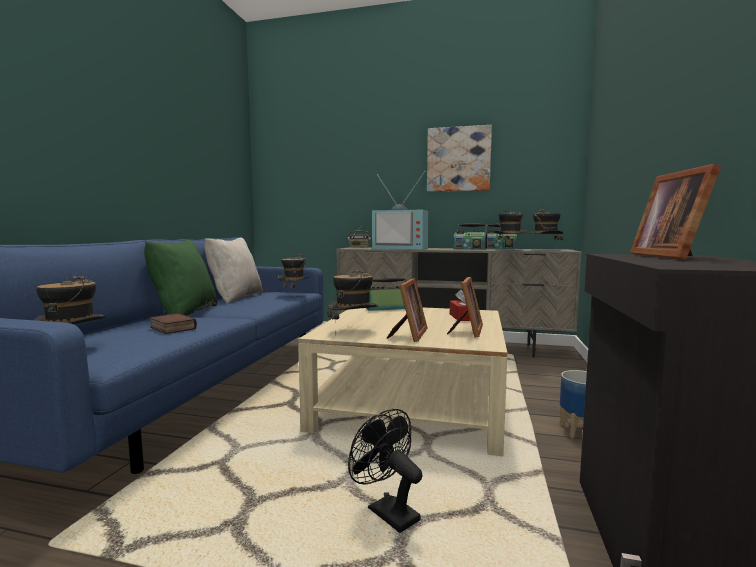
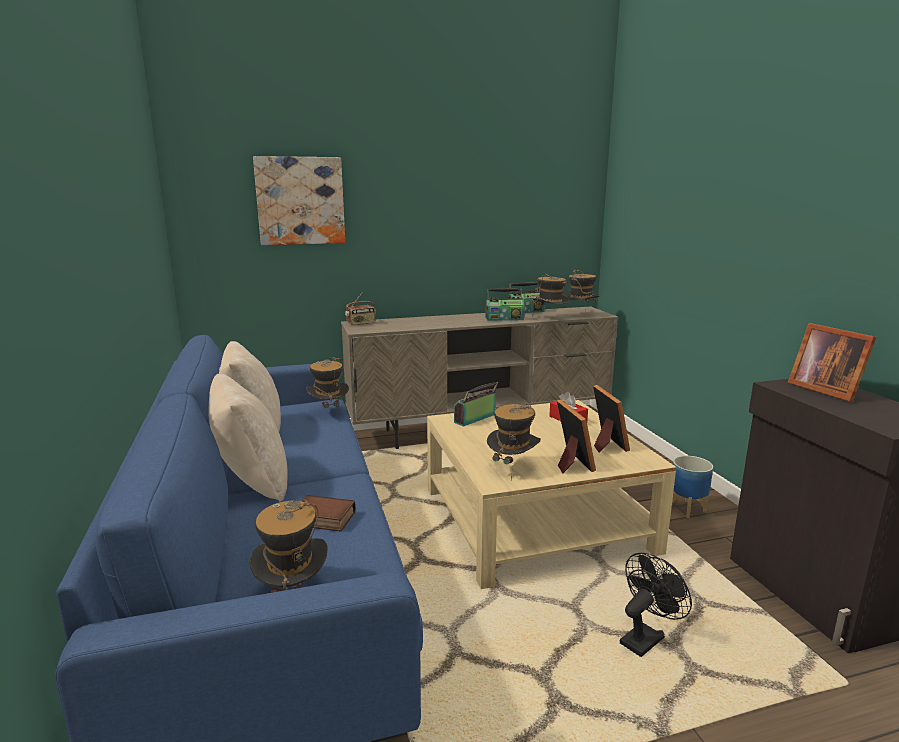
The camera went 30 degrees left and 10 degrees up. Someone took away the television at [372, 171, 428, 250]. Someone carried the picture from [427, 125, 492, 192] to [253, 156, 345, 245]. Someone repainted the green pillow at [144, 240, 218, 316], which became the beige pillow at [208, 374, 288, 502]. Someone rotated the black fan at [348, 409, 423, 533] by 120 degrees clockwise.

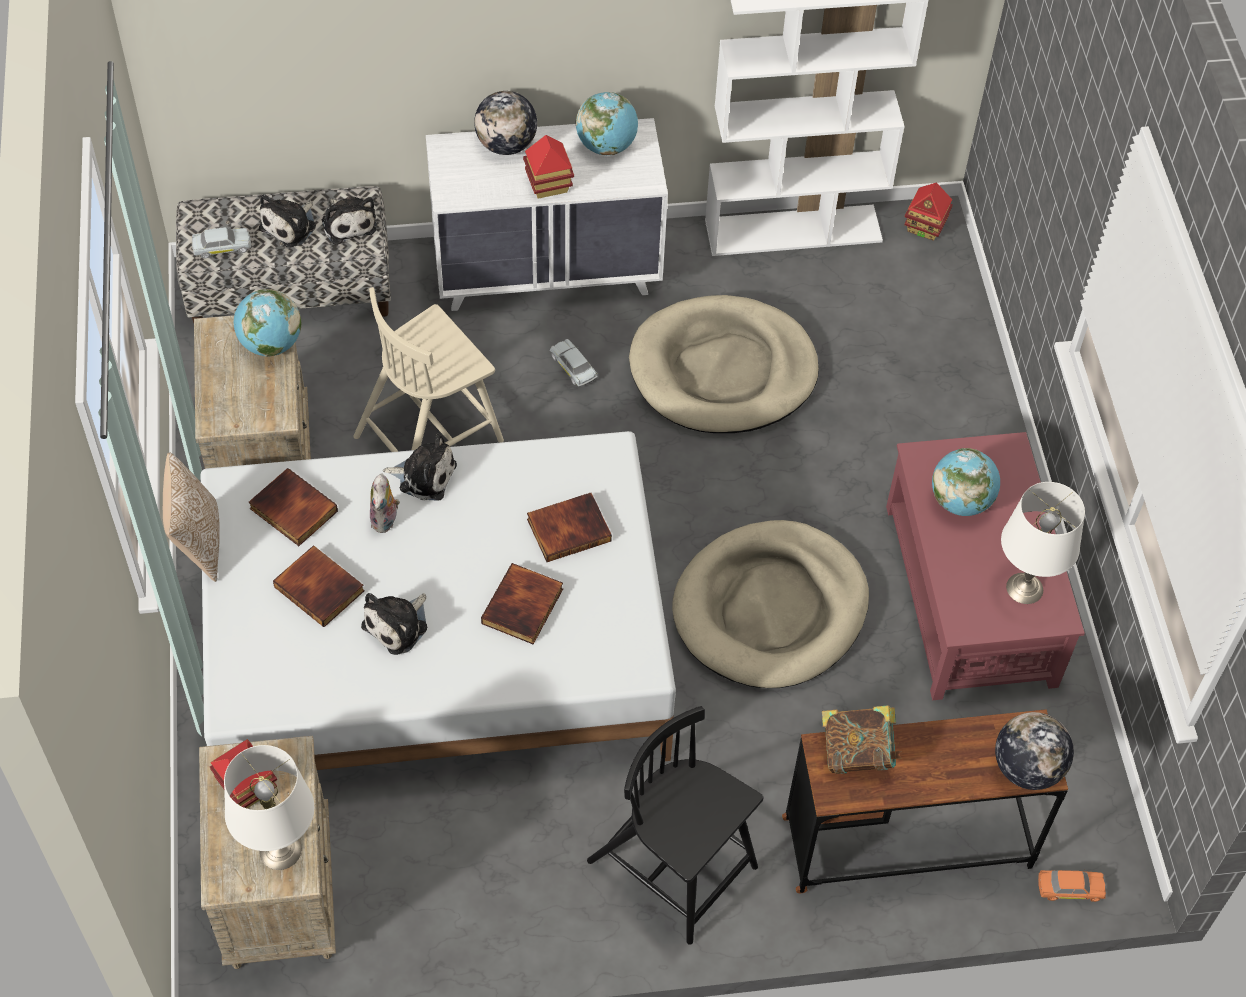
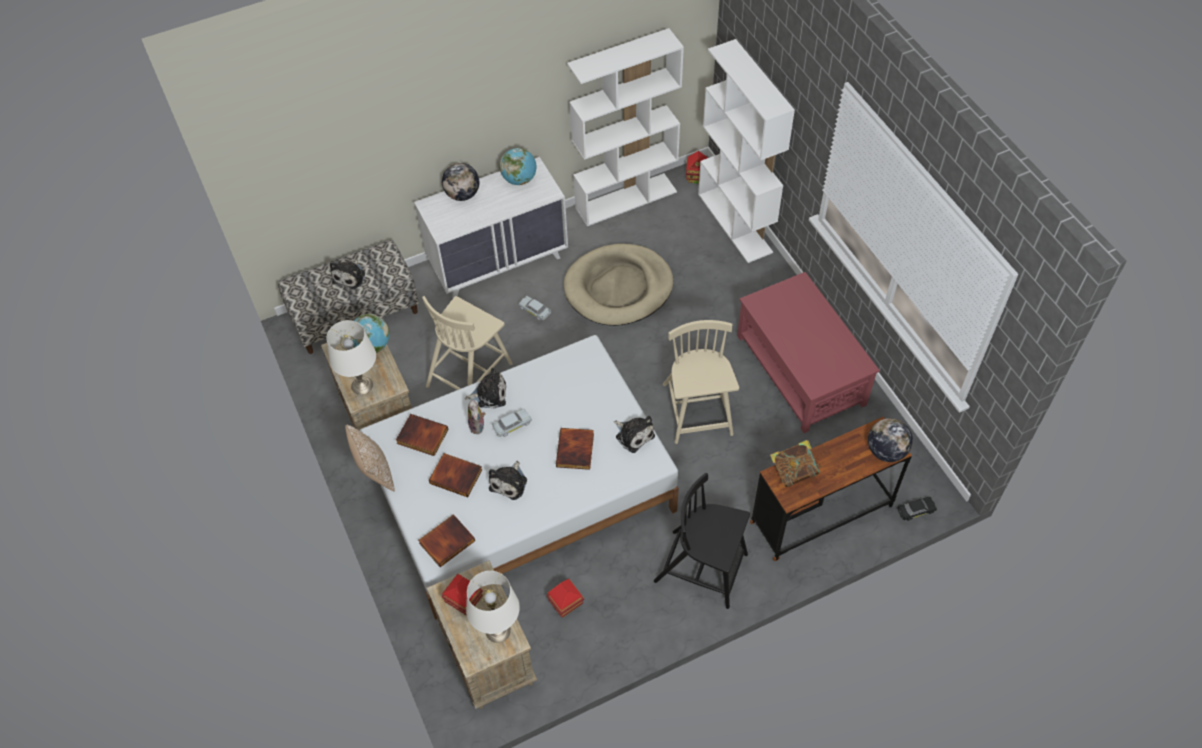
The camera went 15 degrees left and 0 degrees up. Someone took away the globe at [932, 448, 1000, 516]. Someone put down the white bookcase at [698, 39, 795, 263]. Someone carried the white toy car from [192, 227, 251, 258] to [492, 409, 532, 437]. Someone carried the plush toy from [322, 197, 377, 245] to [614, 416, 655, 453]. Someone carried the toy house from [523, 135, 574, 199] to [547, 579, 584, 618]. Someone carried the book from [527, 493, 612, 562] to [418, 514, 475, 567]. Someone carried the white table lamp from [1001, 482, 1085, 604] to [327, 320, 376, 395]. Someone swapped the beige dog bed at [672, 520, 869, 688] for the beige chair at [663, 320, 739, 444]. Someone repainted the orange toy car at [1038, 869, 1106, 902], which became the black toy car at [897, 497, 937, 521].

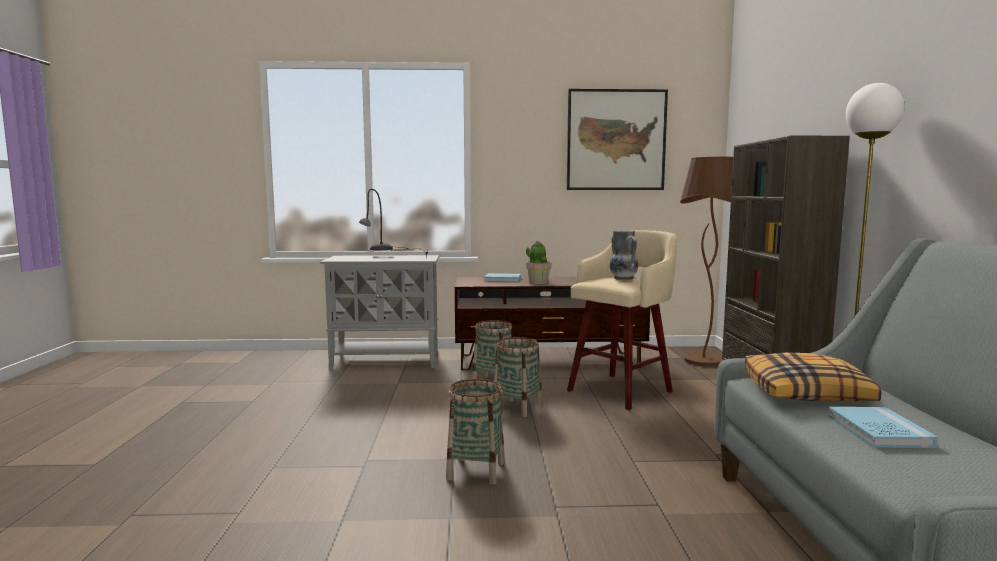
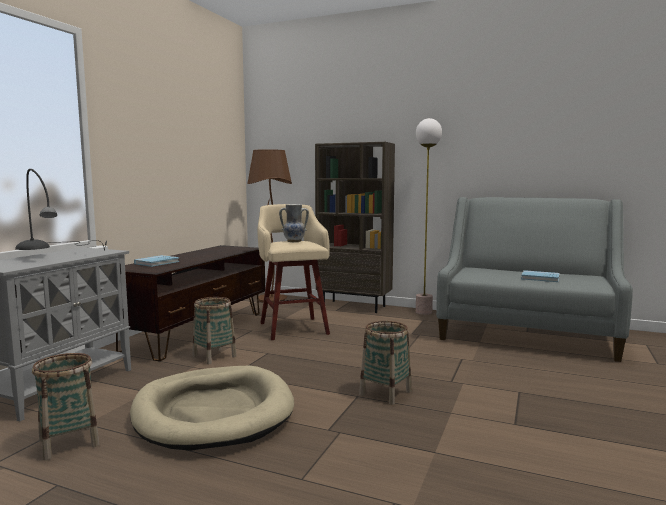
The camera went 65 degrees left and 0 degrees up. Someone took away the potted plant at [526, 241, 551, 284]. Someone took away the picture at [567, 89, 668, 190]. Someone took away the pillow at [745, 352, 881, 401]. Someone put down the beige dog bed at [130, 366, 294, 451]. Someone carried the basket from [494, 337, 542, 417] to [32, 353, 99, 461].

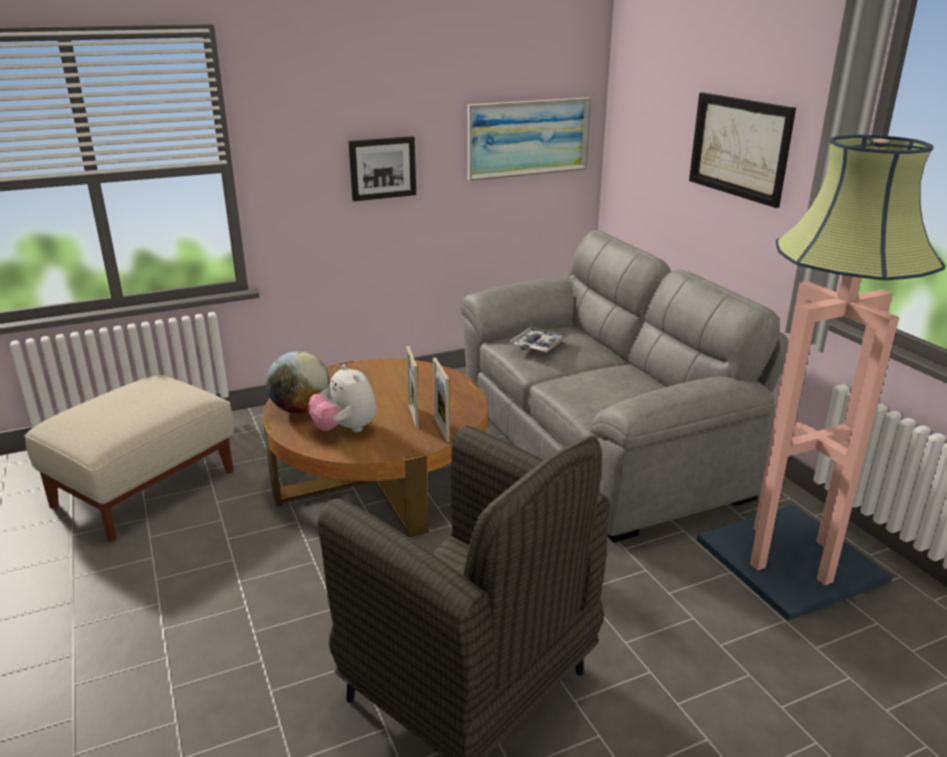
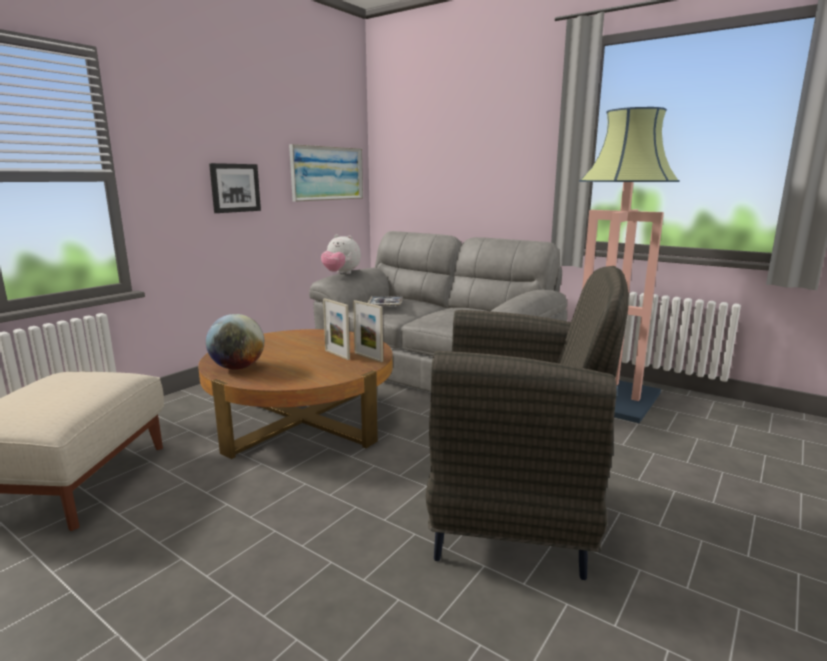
The camera went 30 degrees left and 10 degrees down. Someone took away the picture at [689, 92, 796, 208]. Someone carried the plush toy from [308, 364, 376, 432] to [321, 234, 361, 274].

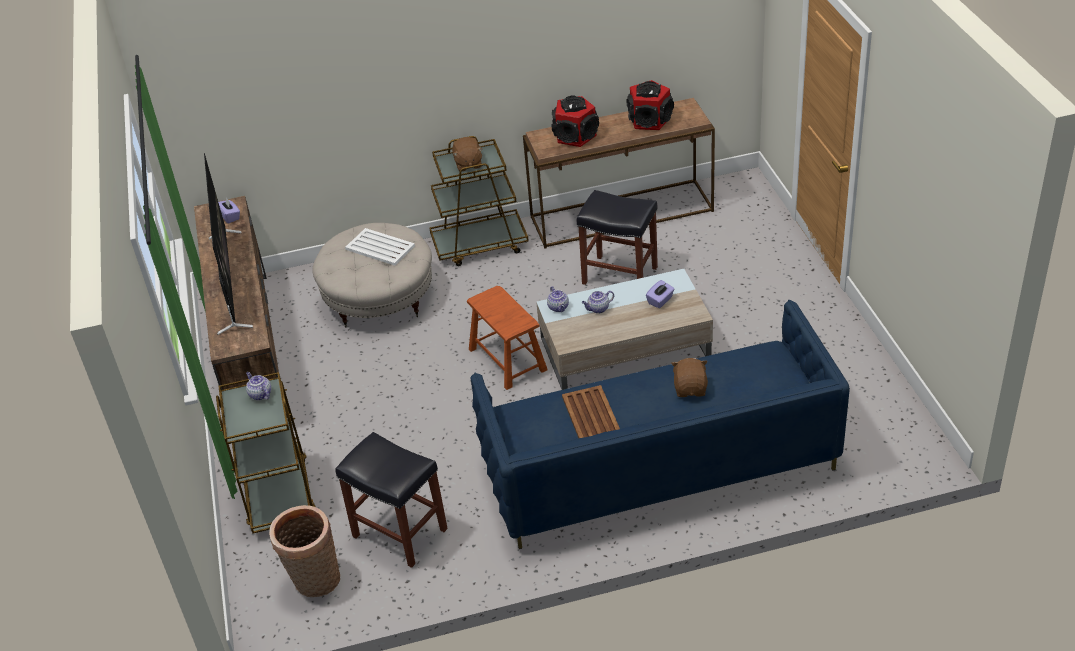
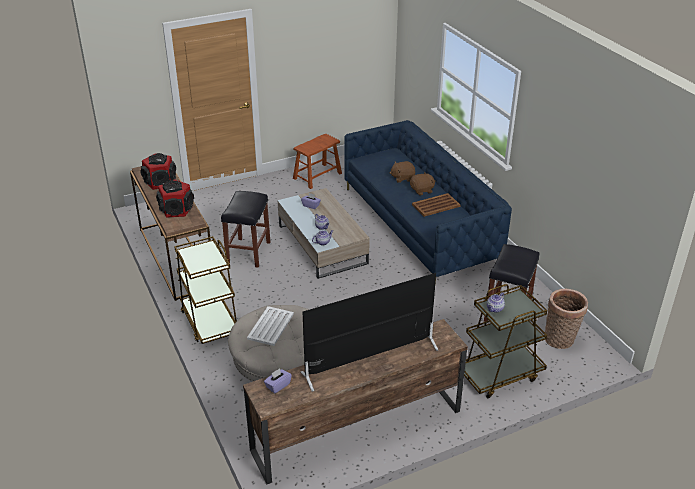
The camera went 105 degrees left and 5 degrees down. Someone carried the brown plush toy from [452, 137, 483, 171] to [410, 172, 435, 196]. Someone carried the brown stool from [467, 286, 548, 390] to [293, 134, 342, 189].

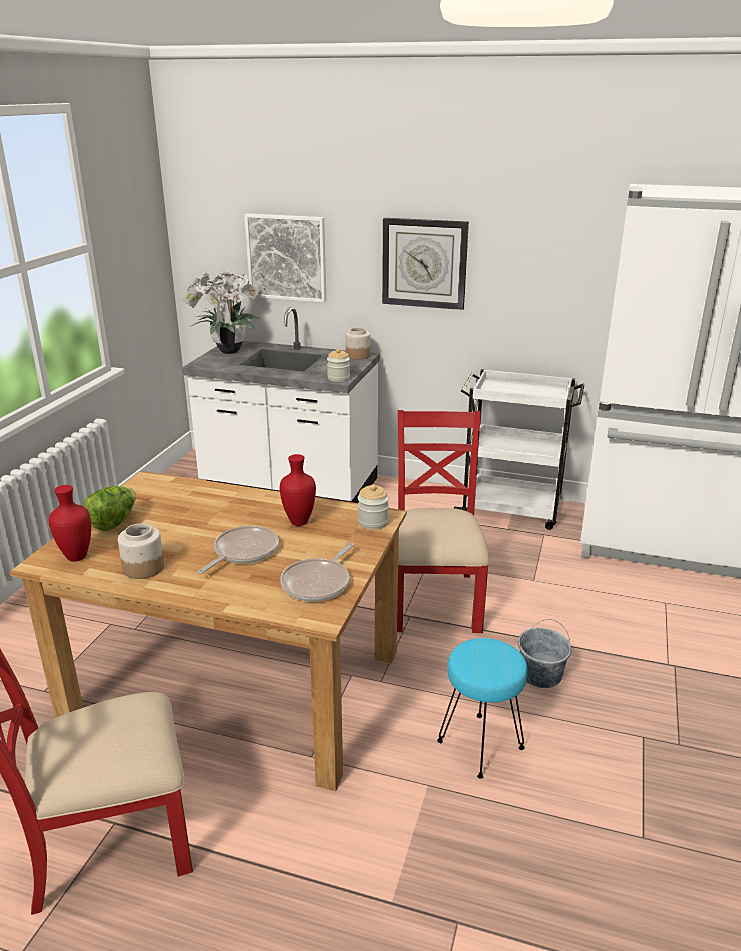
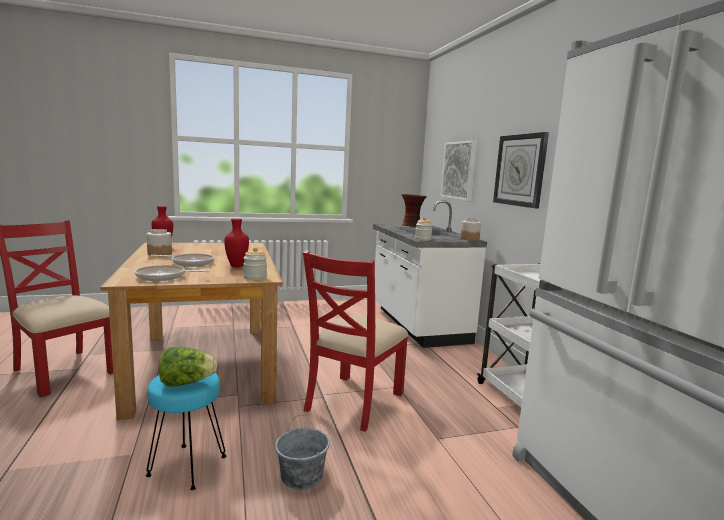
The camera went 55 degrees right and 15 degrees down. Someone carried the lettuce from [83, 486, 136, 531] to [159, 347, 217, 387]. Someone swapped the potted plant at [182, 271, 260, 354] for the vase at [401, 194, 427, 227]. Someone rotated the red chair at [397, 410, 490, 633] by 150 degrees clockwise.

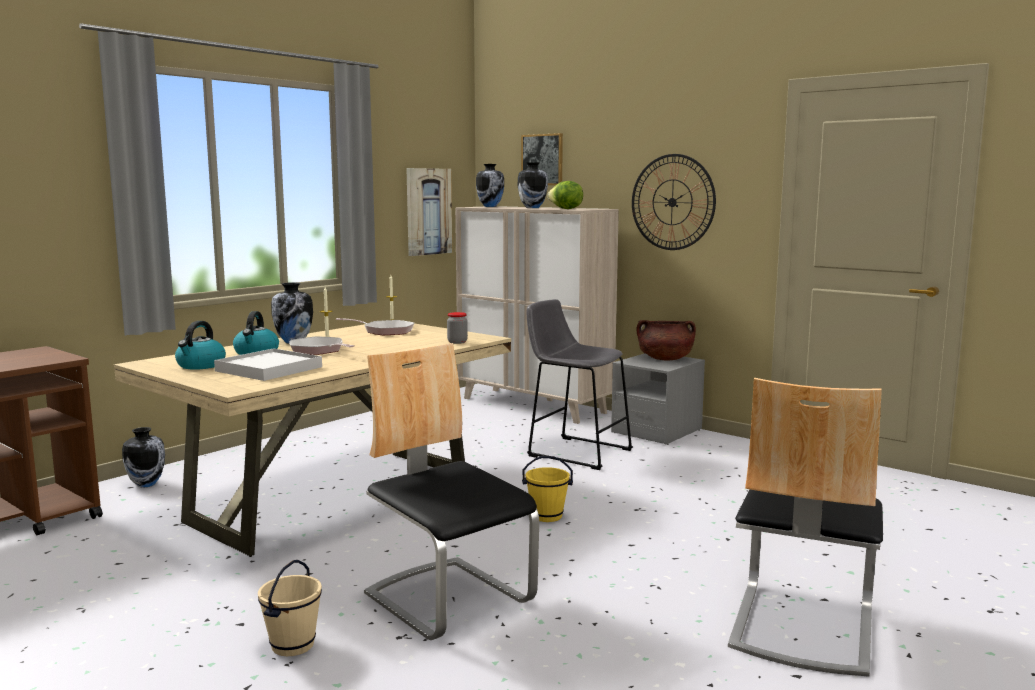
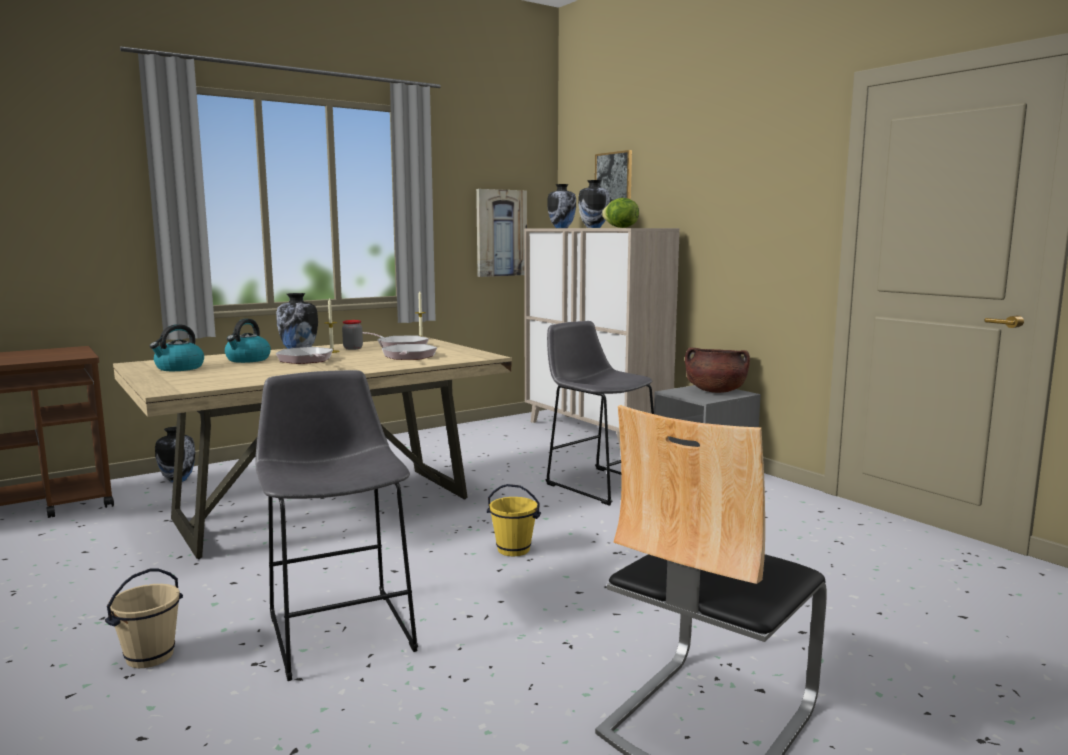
The camera went 15 degrees right and 0 degrees up. Someone took away the white tray at [214, 348, 322, 381]. Someone took away the wall clock at [632, 154, 716, 250]. Someone put down the frying pan at [382, 344, 437, 360]. Someone carried the jar from [447, 312, 468, 344] to [342, 320, 363, 350]. Someone swapped the chair at [364, 343, 539, 640] for the grey stool at [255, 370, 418, 681].

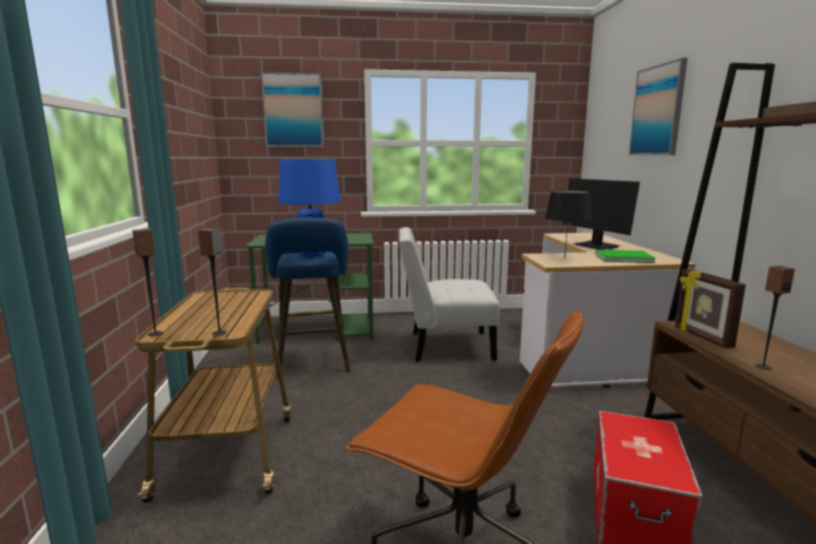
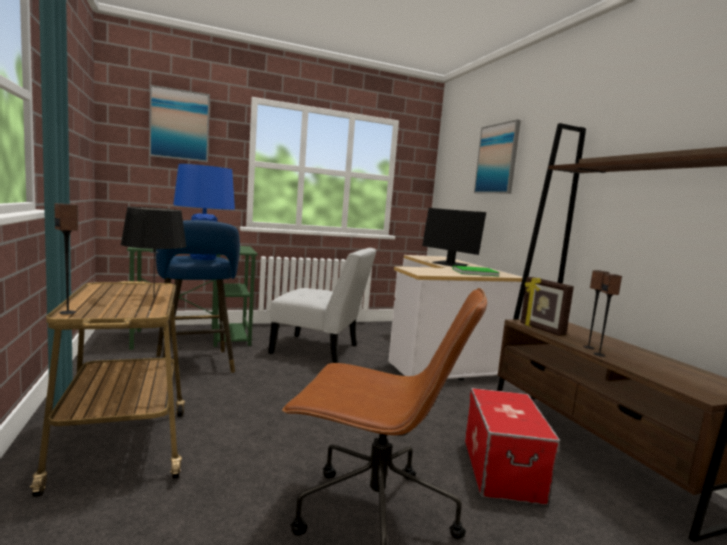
The camera went 15 degrees left and 5 degrees down. Someone carried the speaker from [198, 228, 227, 336] to [594, 273, 622, 357]. Someone carried the black table lamp from [545, 190, 592, 253] to [121, 207, 187, 298]. Someone rotated the white chair at [399, 227, 500, 361] by 150 degrees counterclockwise.

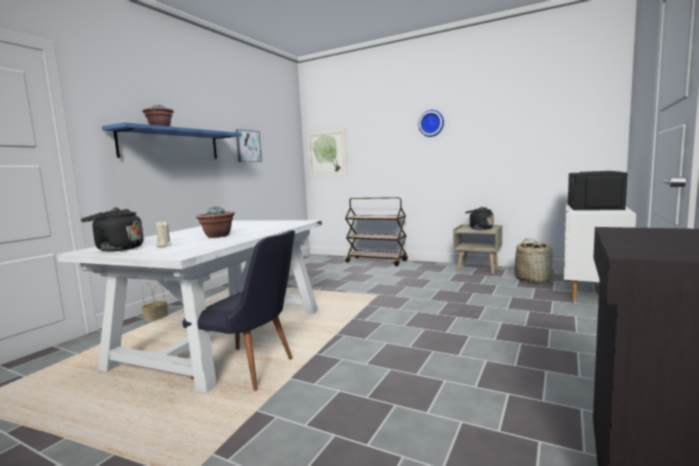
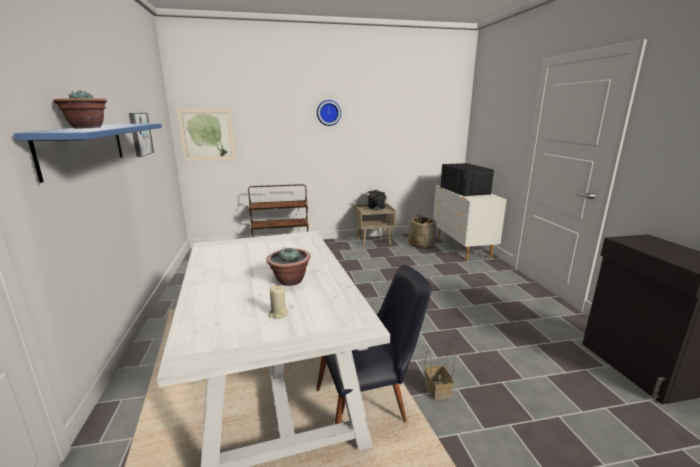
The camera went 40 degrees left and 10 degrees up. Someone took away the black kettle at [81, 208, 144, 252]. Someone carried the basket from [141, 282, 168, 322] to [425, 348, 455, 400].

